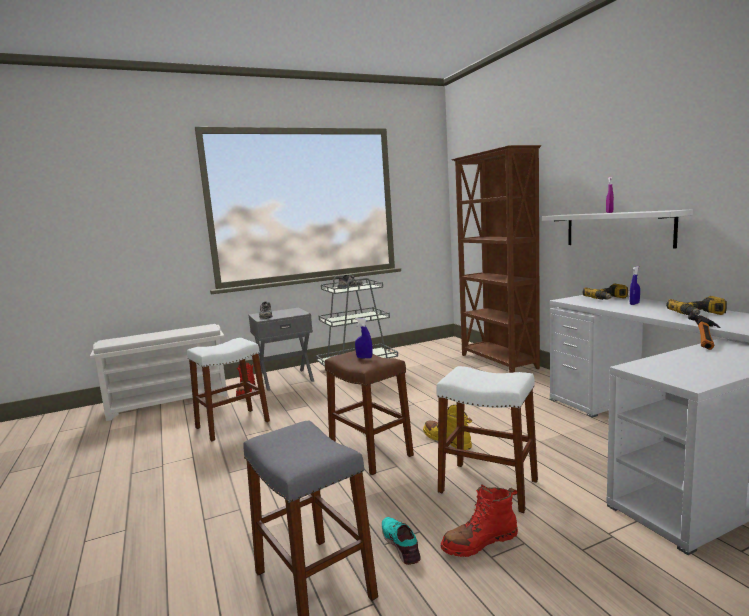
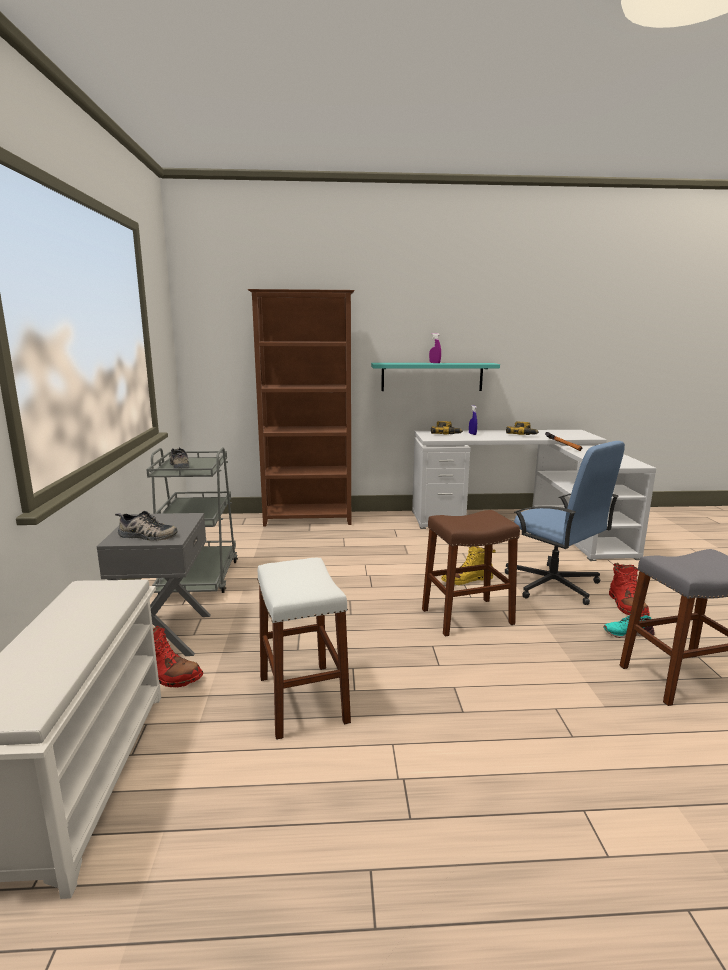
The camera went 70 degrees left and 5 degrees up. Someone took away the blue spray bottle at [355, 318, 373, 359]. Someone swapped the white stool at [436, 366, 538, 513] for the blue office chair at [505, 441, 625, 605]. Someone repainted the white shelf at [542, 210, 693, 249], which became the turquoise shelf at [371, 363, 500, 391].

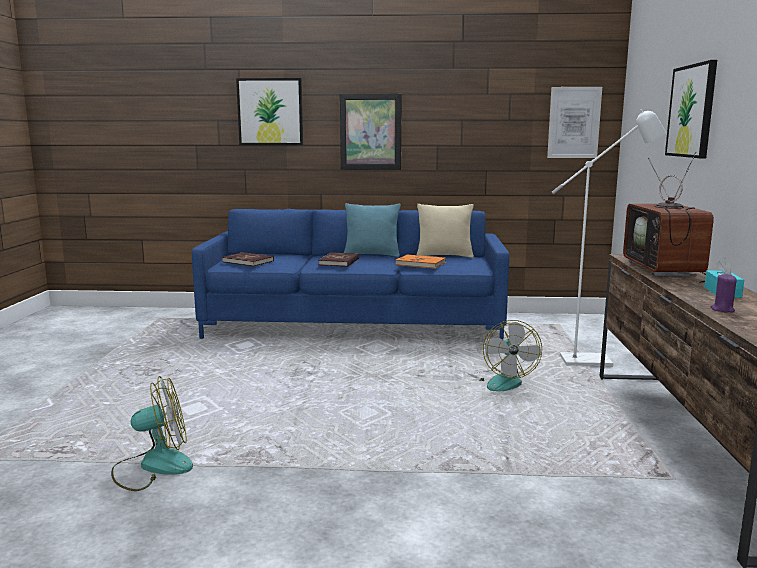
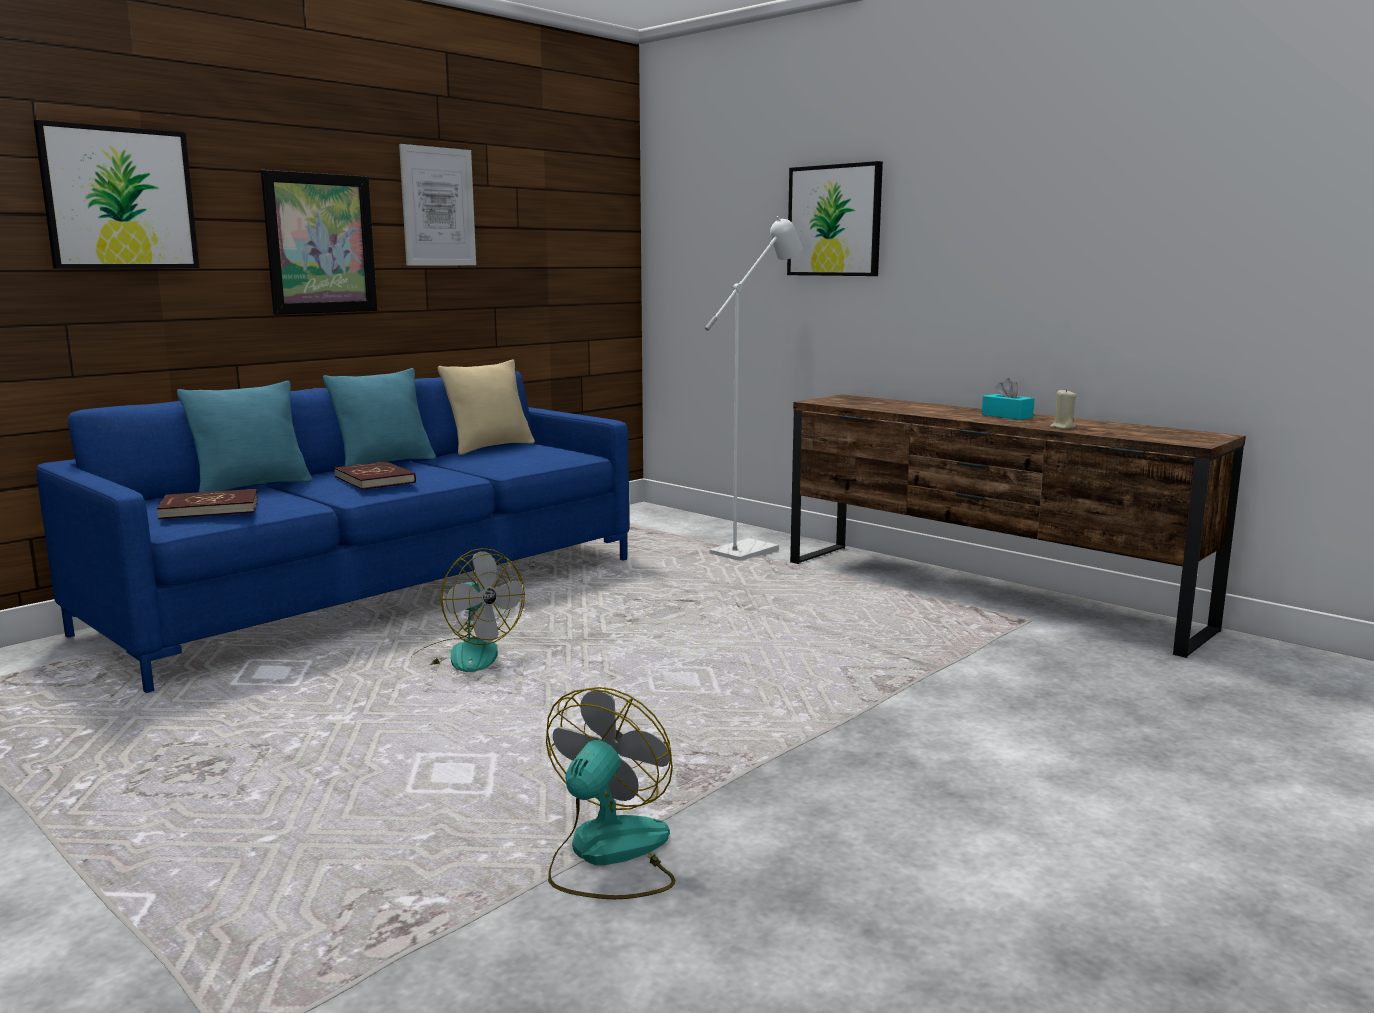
The camera went 50 degrees left and 0 degrees up. Someone took away the orange book at [396, 255, 446, 269]. Someone took away the television at [623, 152, 714, 283]. Someone put down the turquoise pillow at [177, 381, 312, 492]. Someone carried the fan from [480, 320, 542, 392] to [412, 548, 525, 672]. Someone carried the picture from [547, 87, 602, 158] to [399, 144, 476, 266]. Someone repainted the purple candle at [710, 273, 737, 312], which became the beige candle at [1050, 389, 1077, 429].

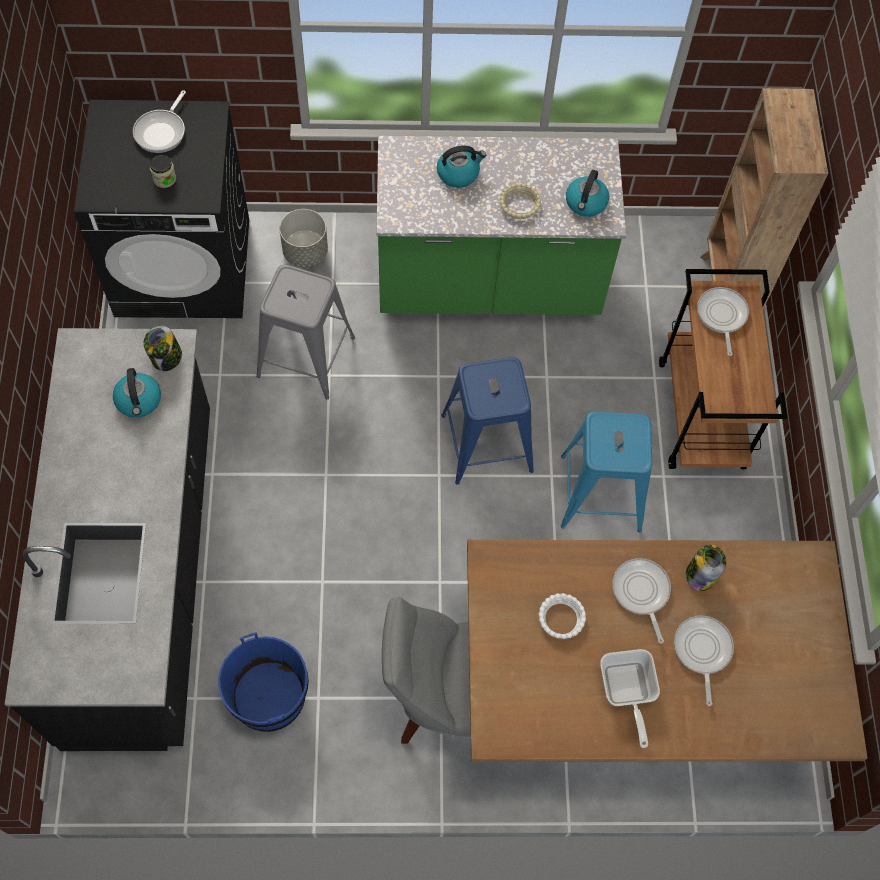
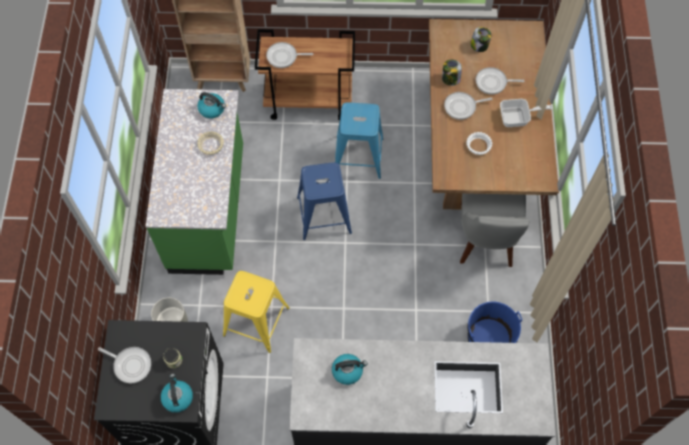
The camera went 85 degrees left and 0 degrees up. Someone carried the jar from [143, 326, 182, 371] to [470, 27, 492, 52]. Someone carried the kettle from [437, 145, 486, 188] to [161, 373, 193, 413]. Someone repainted the grey stool at [256, 265, 355, 399], which became the yellow stool at [223, 271, 290, 353].

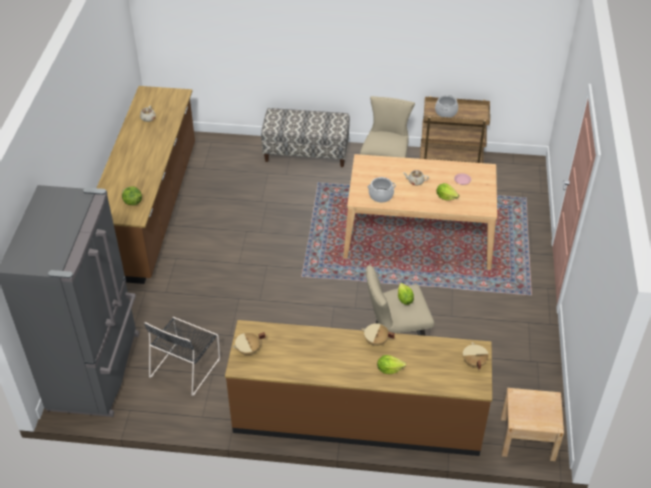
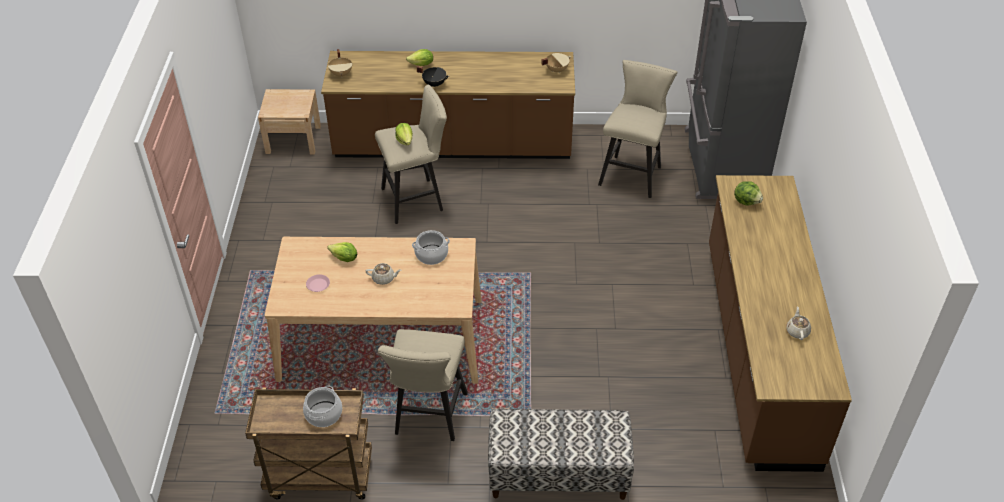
The camera went 175 degrees right and 0 degrees up. Someone swapped the black chair at [144, 317, 220, 396] for the beige stool at [598, 60, 677, 198]. Someone repainted the beige cooking pot at [362, 323, 395, 346], which became the black cooking pot at [417, 66, 449, 88].

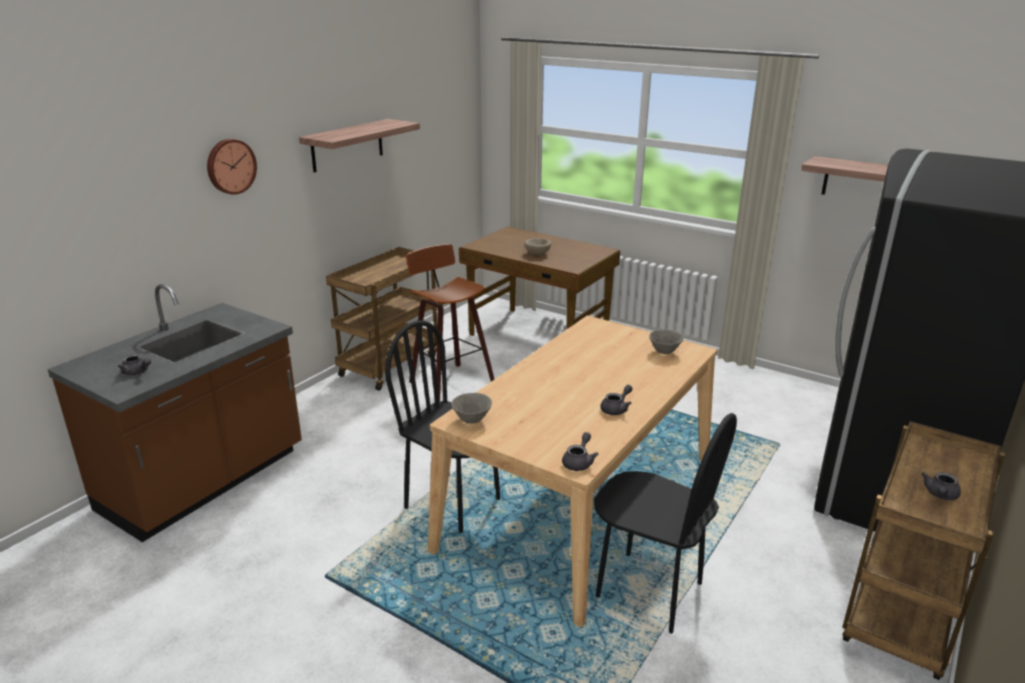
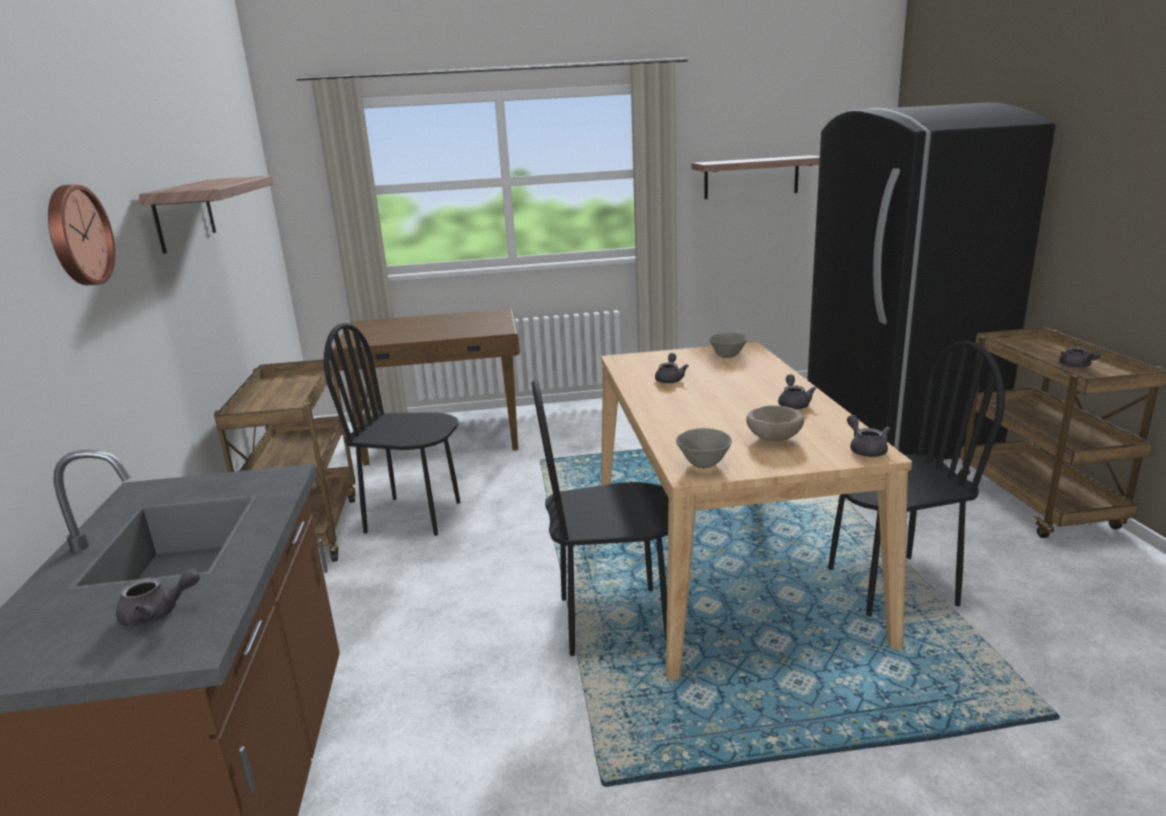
The camera went 40 degrees left and 5 degrees down. Someone put down the grey teapot at [655, 353, 689, 384]. Someone carried the beige bowl from [524, 238, 551, 255] to [746, 405, 804, 441]. Someone swapped the stool at [406, 244, 494, 402] for the black chair at [324, 323, 460, 536].

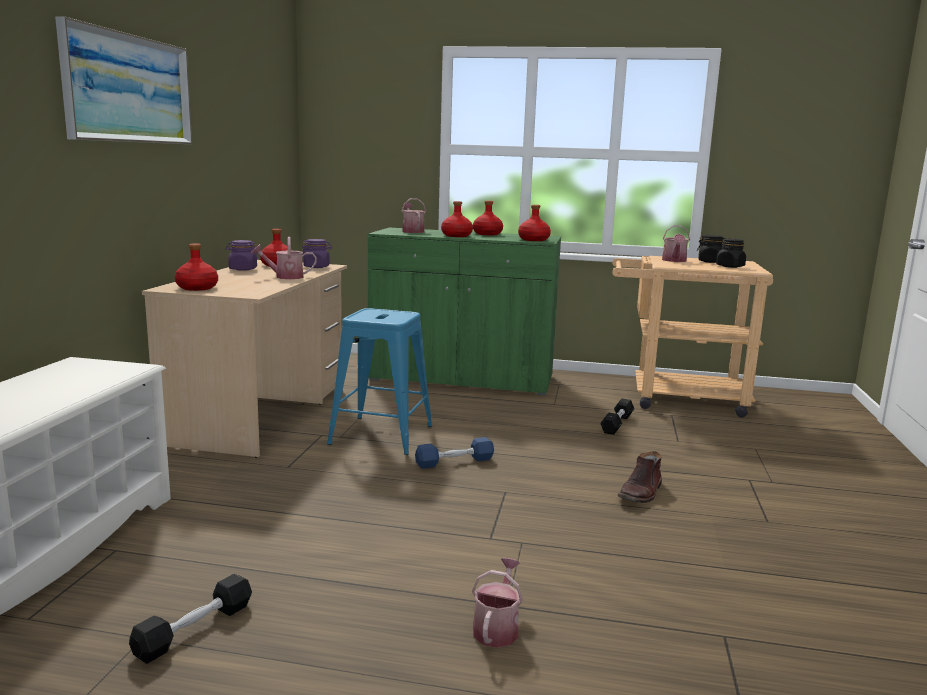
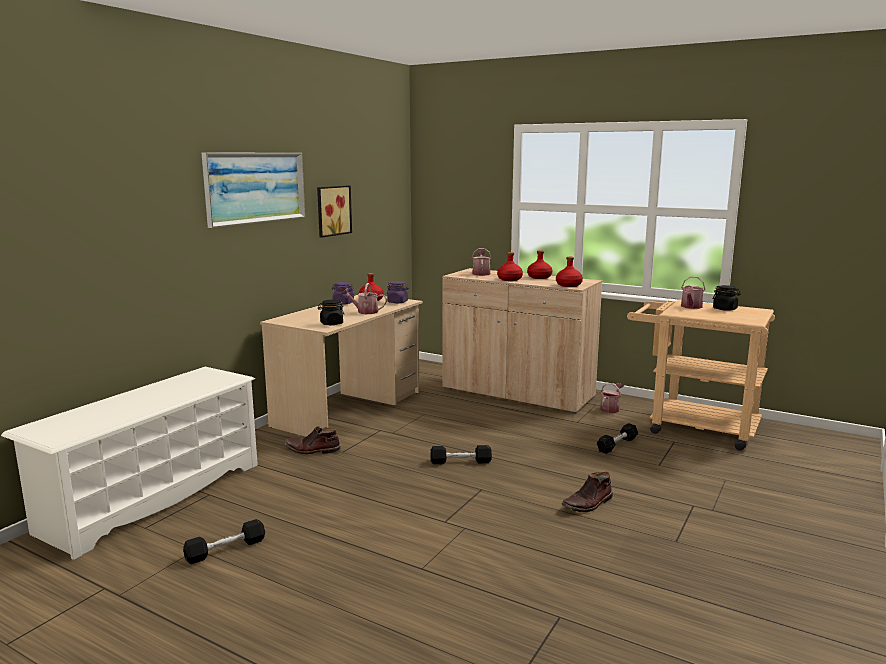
The camera went 20 degrees right and 0 degrees up. Someone took away the red bottle at [175, 244, 218, 291]. Someone took away the blue stool at [327, 308, 432, 455]. Someone put down the brown boot at [284, 426, 341, 454]. Someone put up the picture at [317, 185, 352, 238]. Someone carried the watering can from [472, 558, 523, 648] to [600, 383, 624, 413]. Someone carried the black jar from [716, 239, 746, 268] to [318, 300, 344, 325]. Someone repainted the green cabinet at [368, 228, 561, 396], which became the beige cabinet at [442, 268, 602, 414]. Someone repainted the blue dumbbell at [415, 437, 494, 469], which became the black dumbbell at [430, 445, 492, 464].

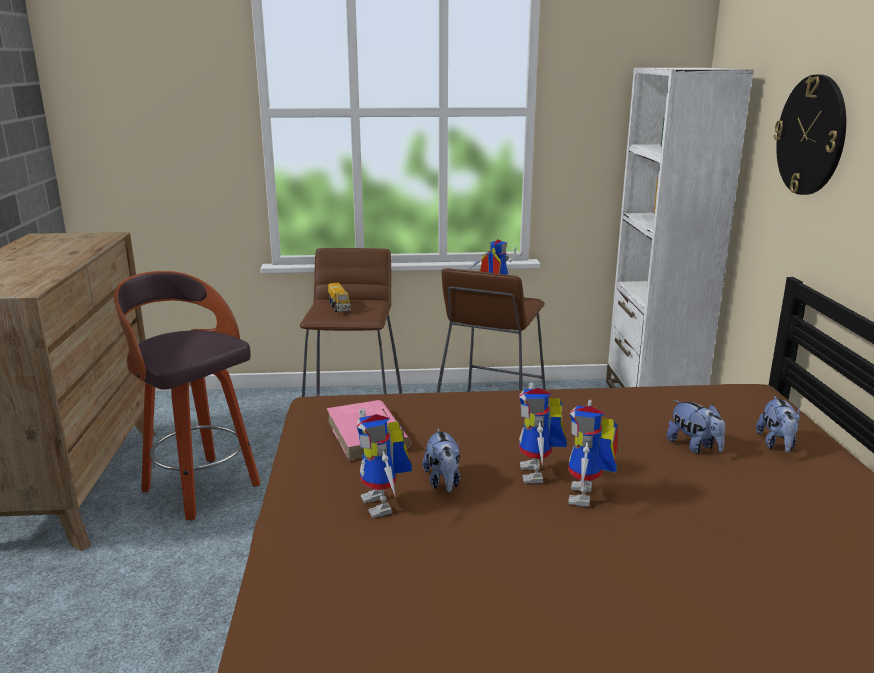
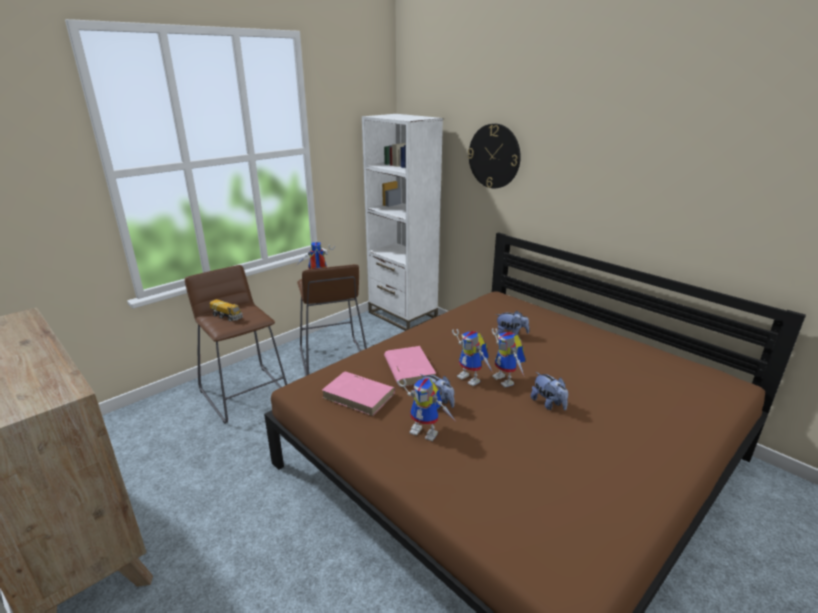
The camera went 40 degrees left and 5 degrees up. Someone took away the stool at [114, 271, 260, 520]. Someone put down the pink book at [384, 346, 436, 386]. Someone carried the plush toy from [756, 396, 800, 452] to [531, 372, 568, 411].

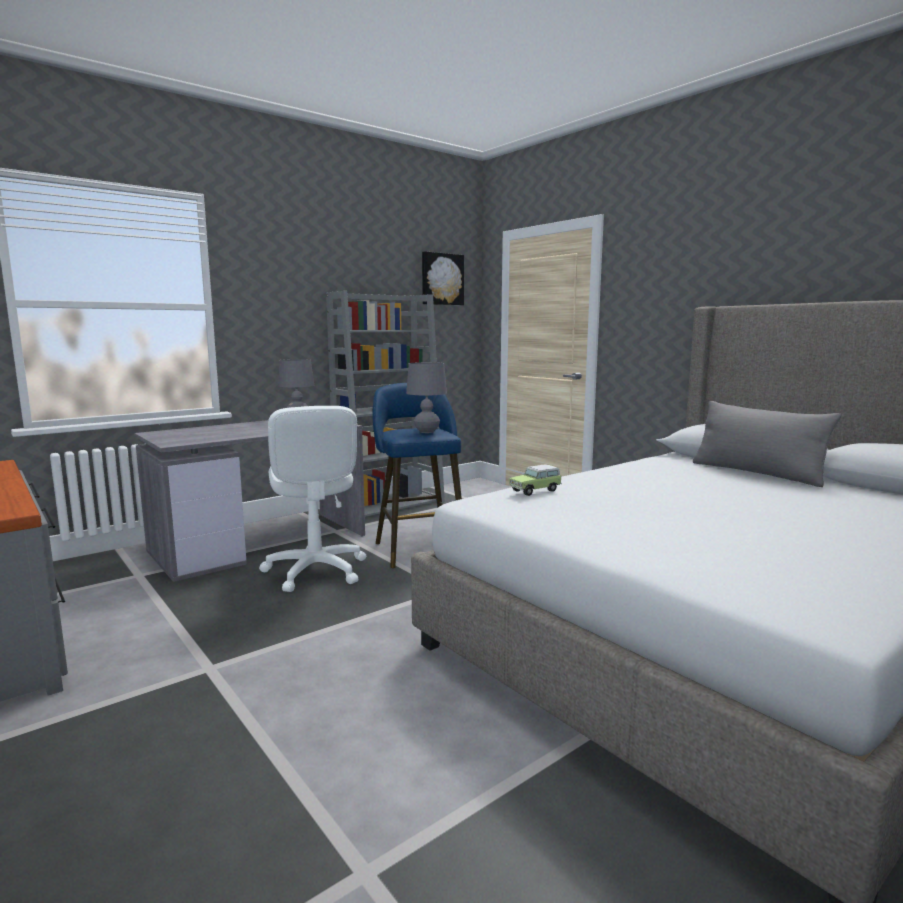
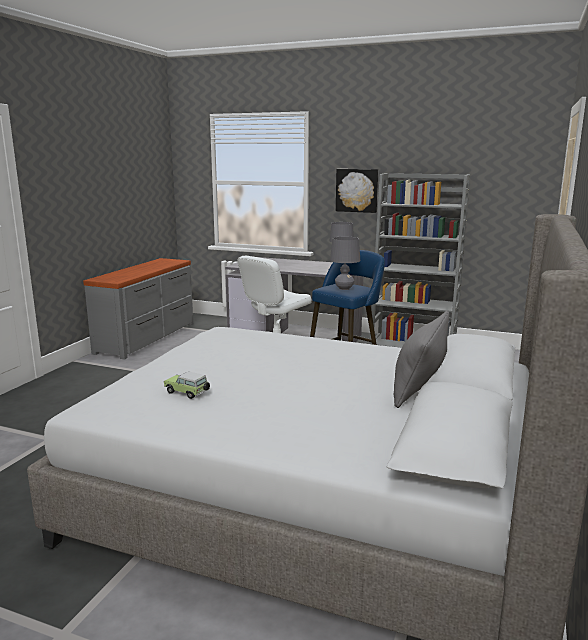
The camera went 60 degrees right and 5 degrees up. Someone carried the picture from [422, 251, 464, 305] to [336, 169, 378, 213]. Someone carried the toy car from [509, 464, 562, 496] to [164, 372, 210, 399].

